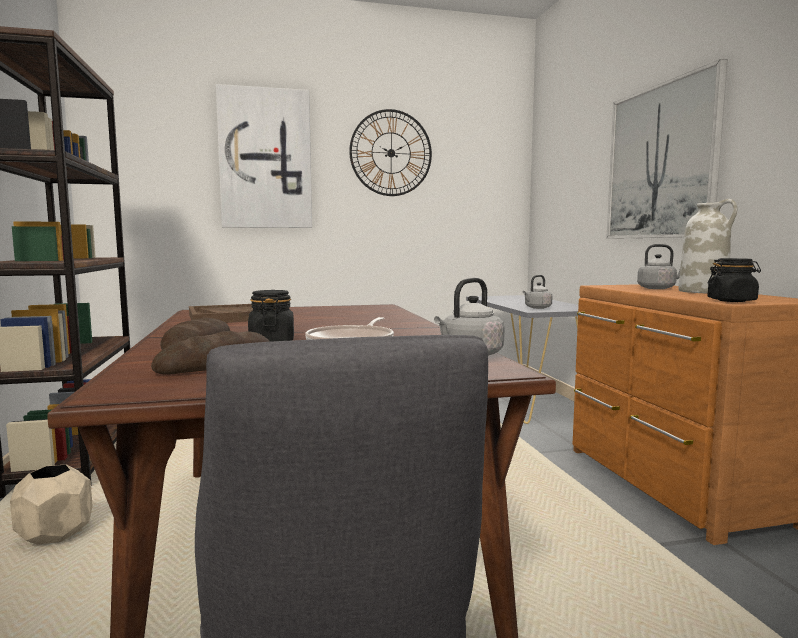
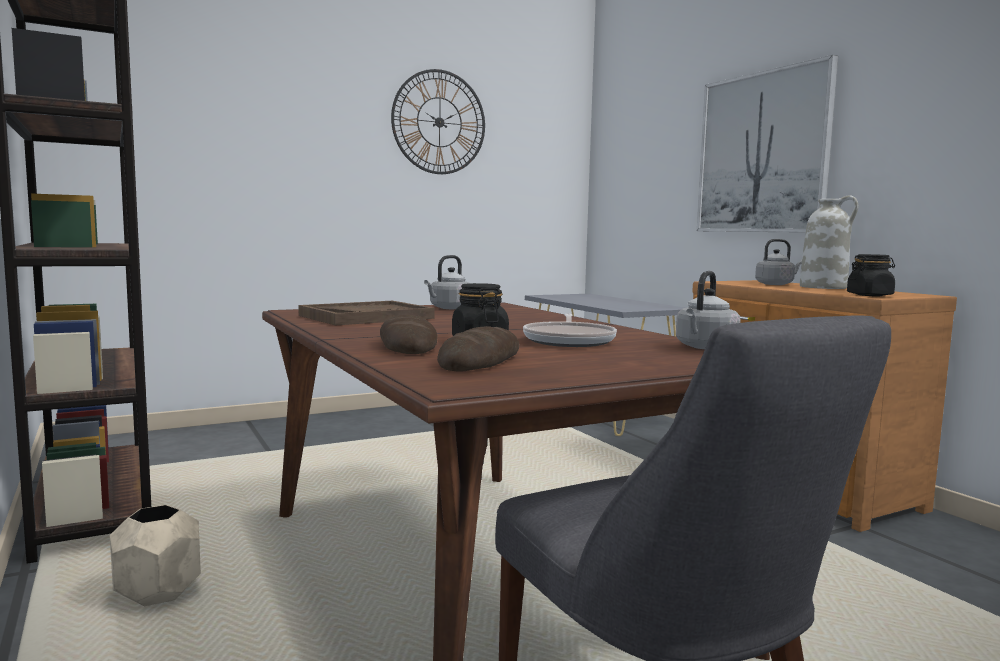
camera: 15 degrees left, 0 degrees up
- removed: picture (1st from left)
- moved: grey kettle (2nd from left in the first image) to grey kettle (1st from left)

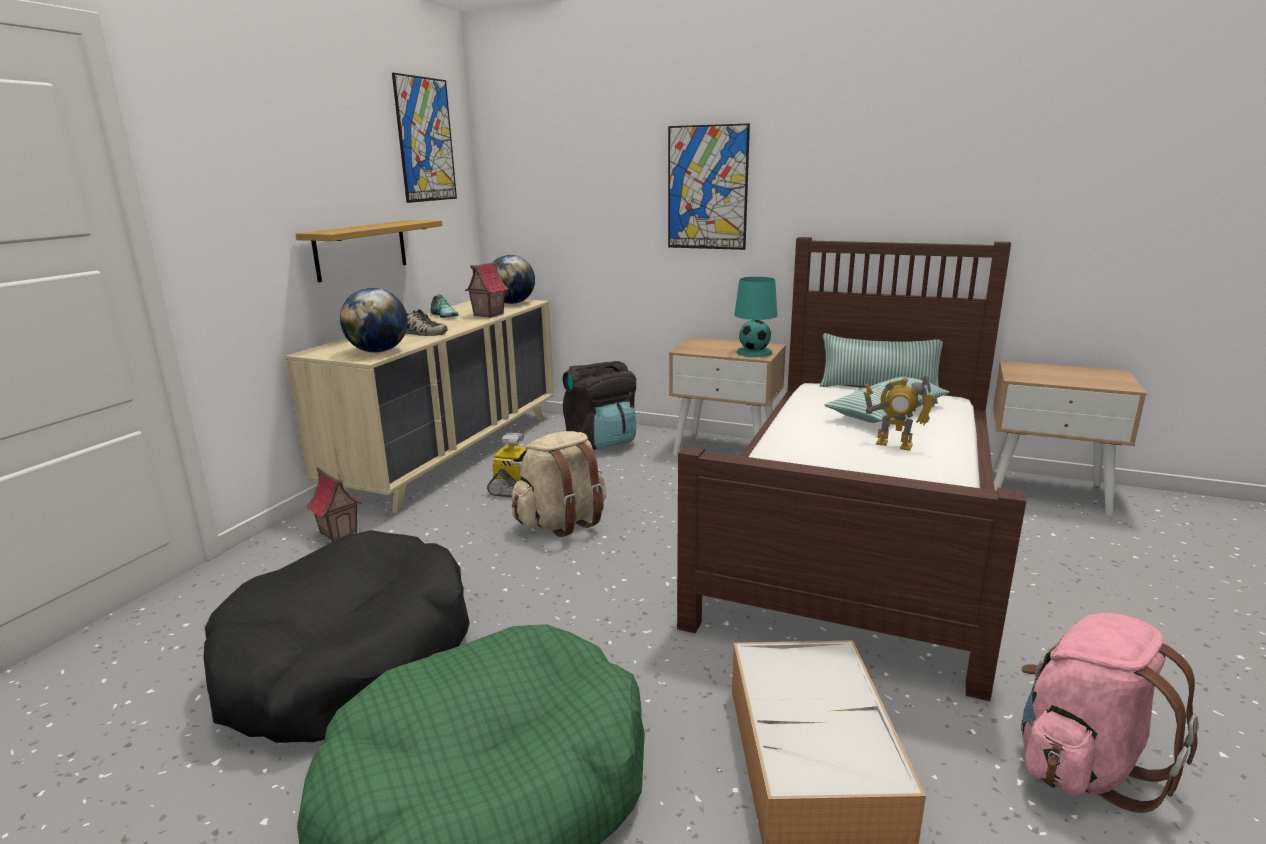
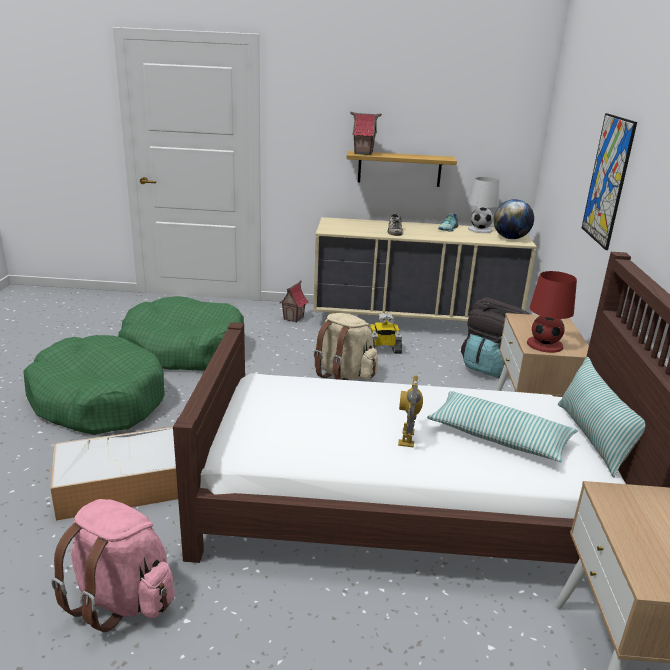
camera: 70 degrees right, 5 degrees up
- removed: picture (1st from left)
- moved: miniature house (2nd from left)
- recoloured: turquoise-coloured lamp for a table to red-coloured lamp for a table
- removed: desk globe (1st from left)
- recoloured: black pet bed to green-coloured pet bed (2nd from left)
- added: white lamp for a table

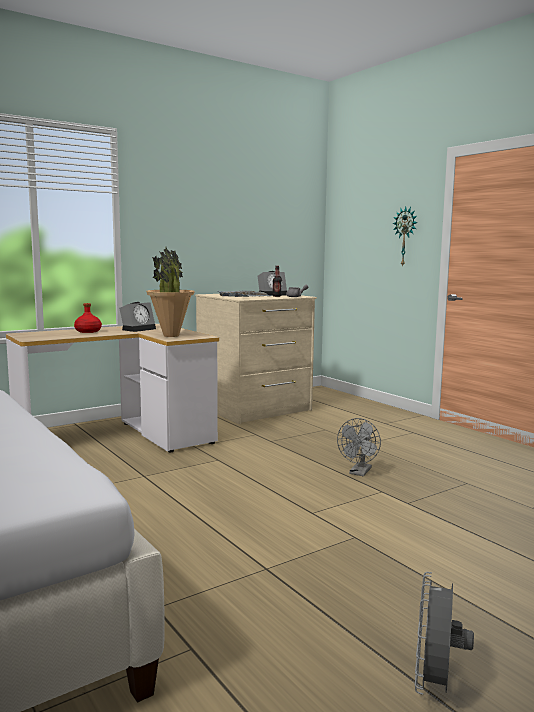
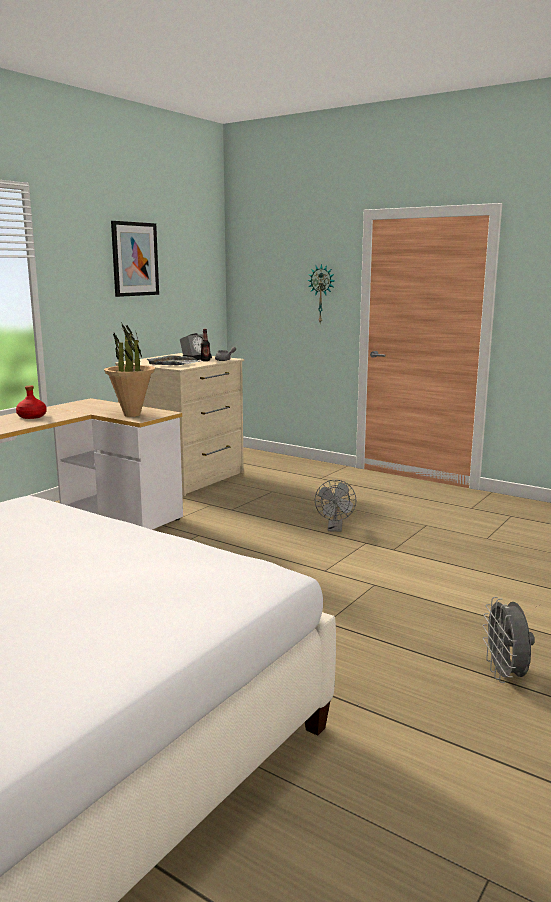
camera: 20 degrees left, 5 degrees up
- removed: table clock (1st from left)
- added: picture

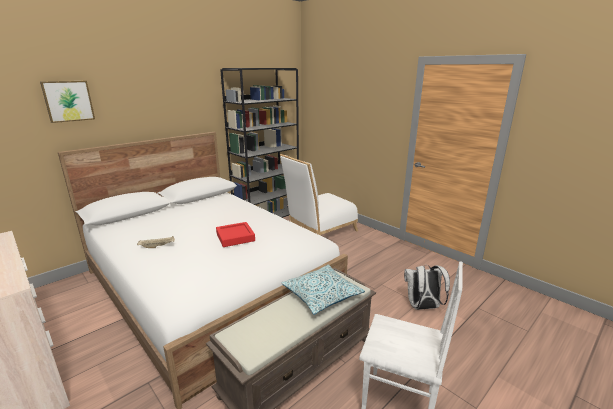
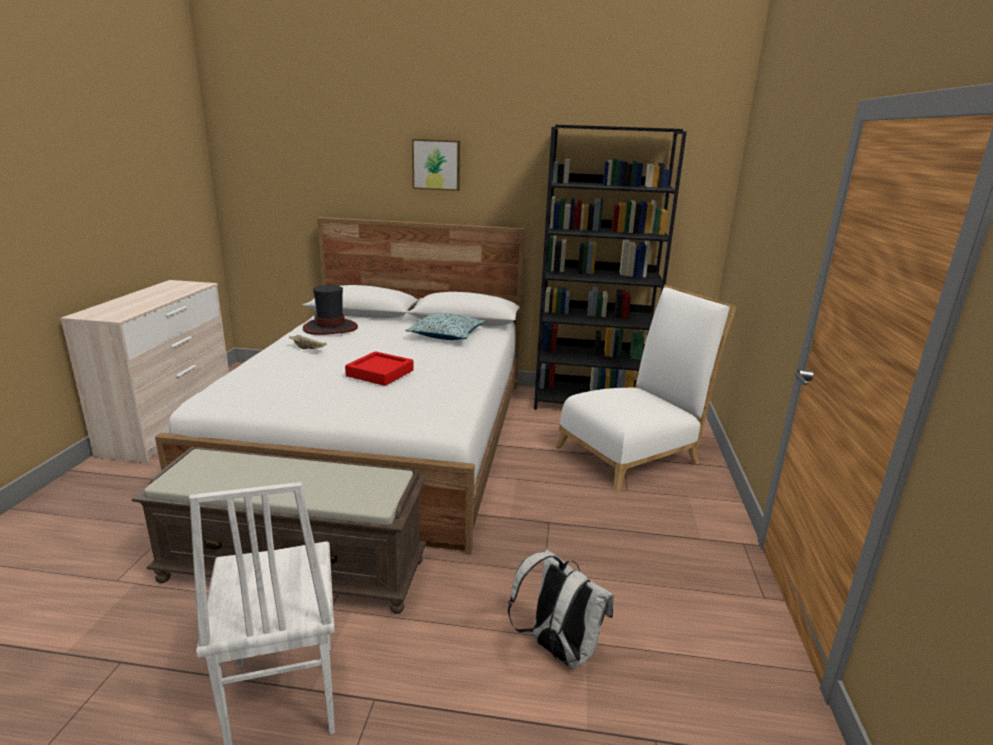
camera: 50 degrees right, 0 degrees up
- moved: picture
- turned: white upright chair (1st from left in the first image) 135 degrees clockwise
- moved: pillow
- added: hat

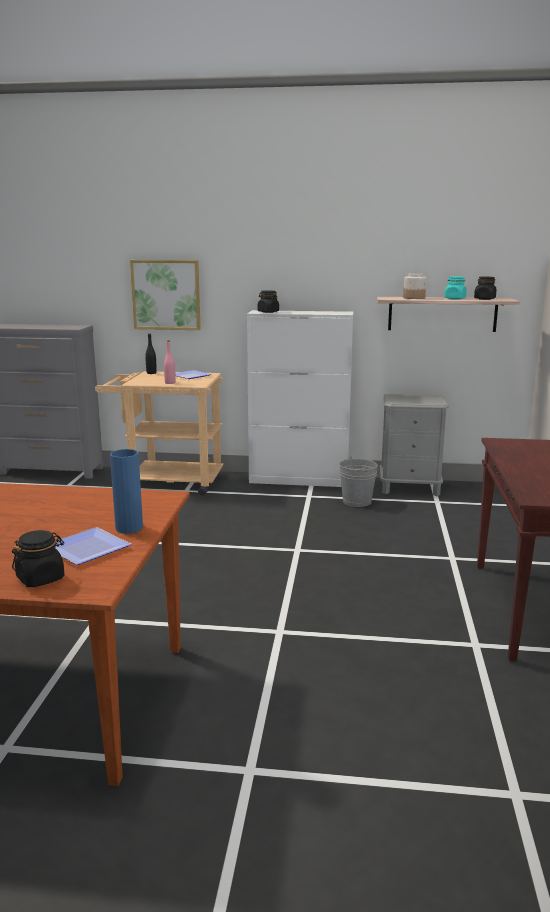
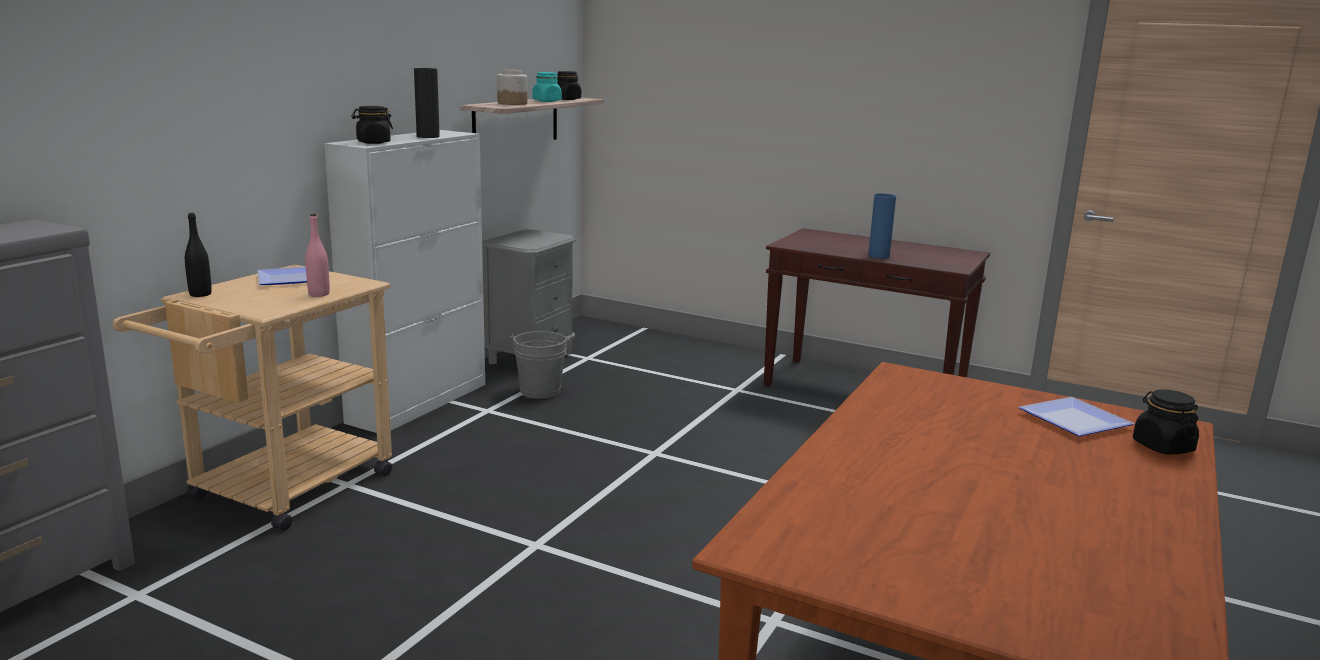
camera: 70 degrees left, 0 degrees up
- removed: picture
- moved: blue flower vase
- added: black flower vase

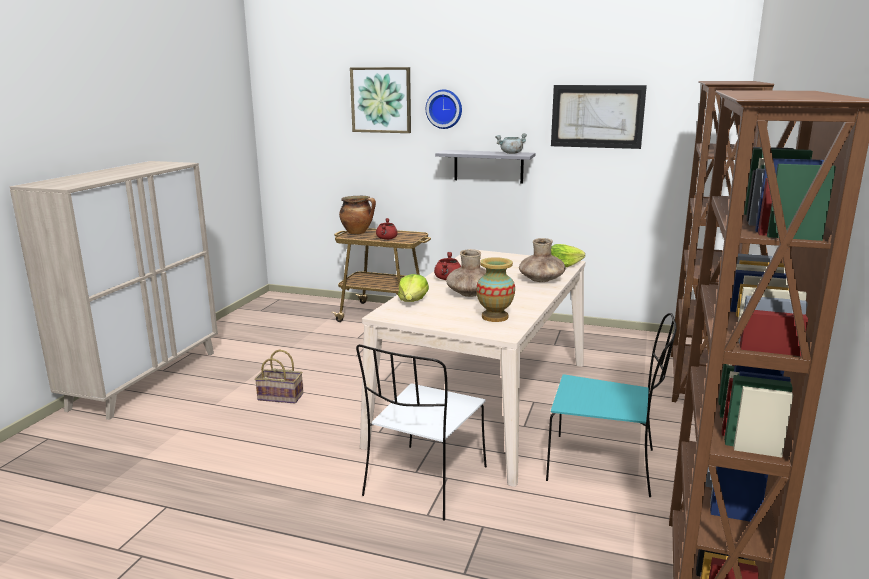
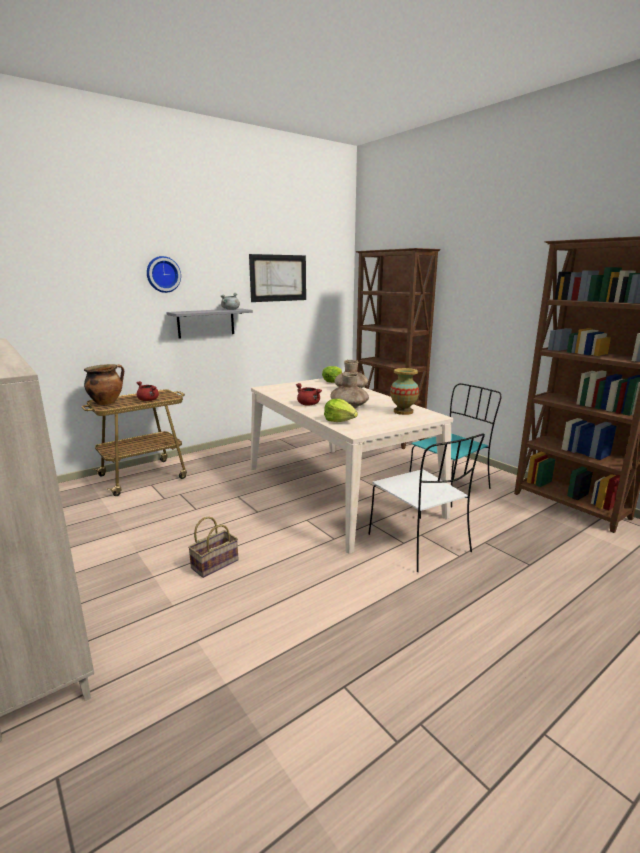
camera: 55 degrees left, 0 degrees up
- removed: picture (1st from left)

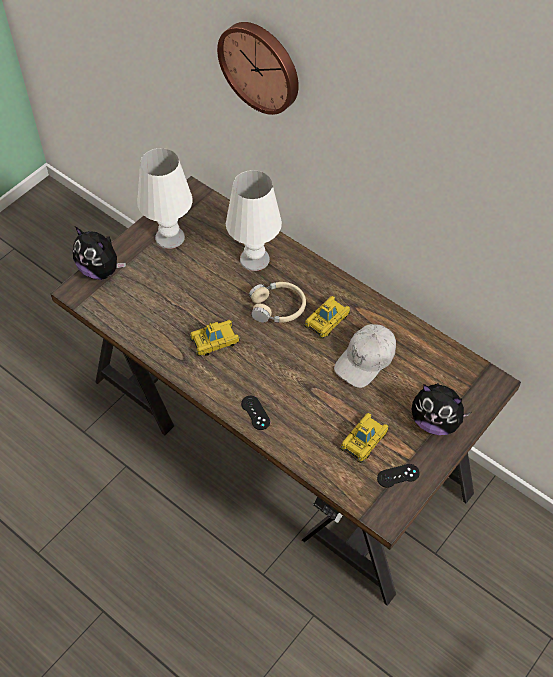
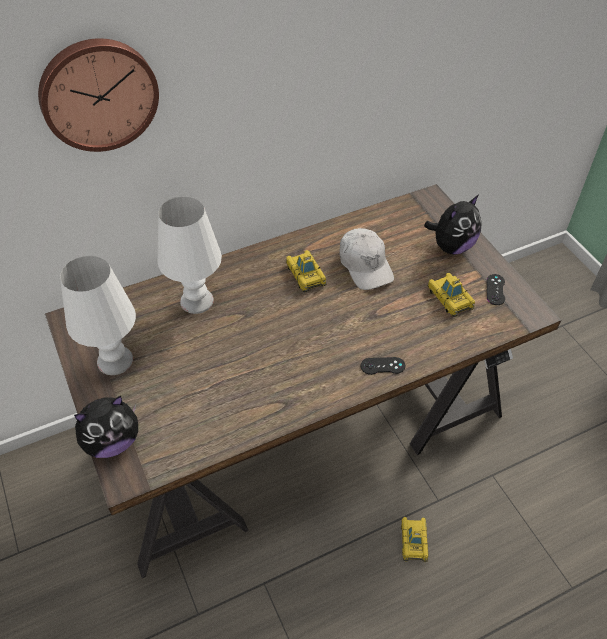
camera: 65 degrees left, 5 degrees down
- removed: beige headset
- moved: miniature car (1st from left in the first image) to miniature car (2nd from left)

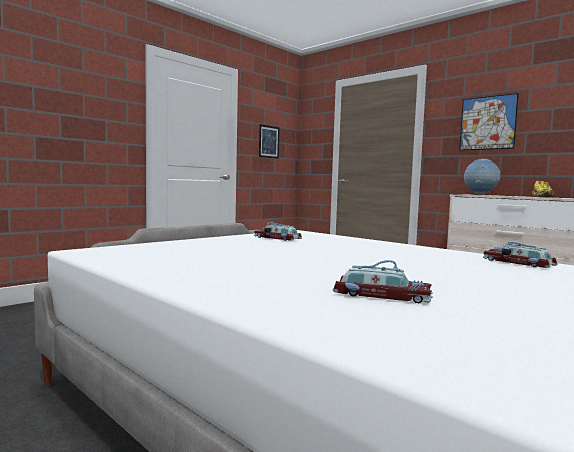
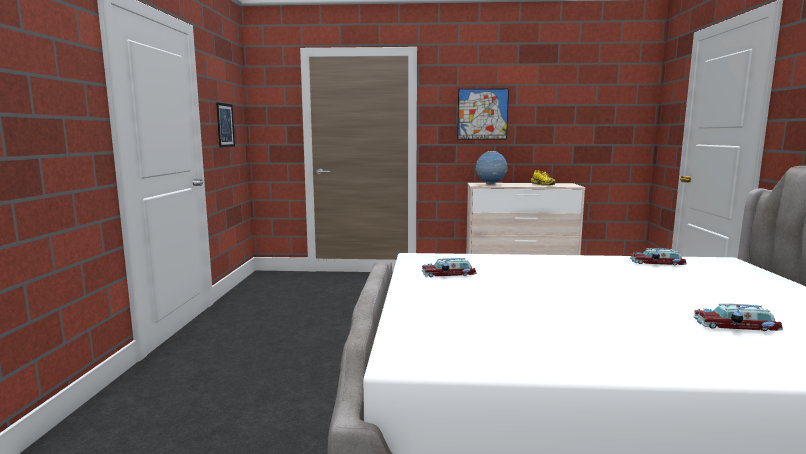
camera: 40 degrees left, 5 degrees up
- turned: miniature car (2nd from left in the first image) 150 degrees counterclockwise

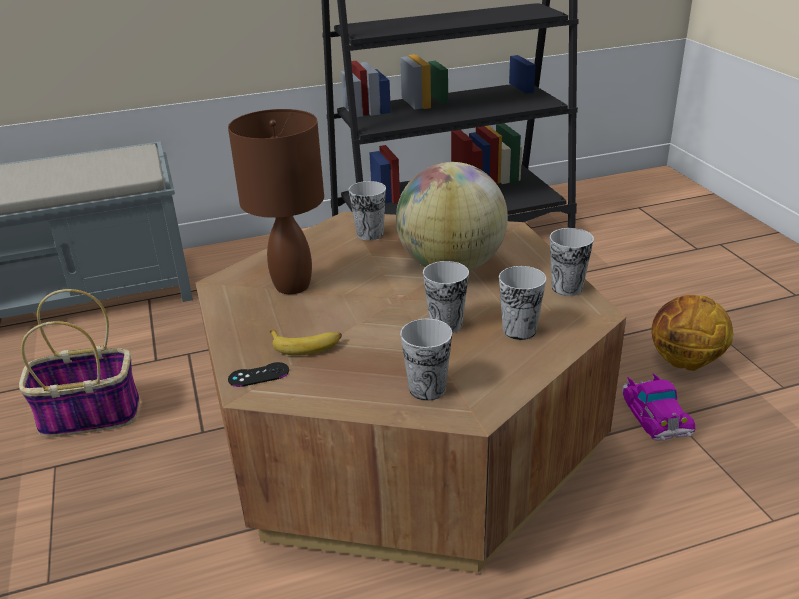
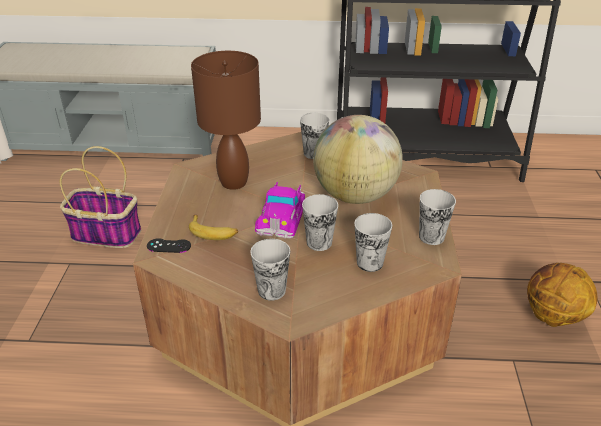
camera: 20 degrees right, 5 degrees up
- moved: miniature car

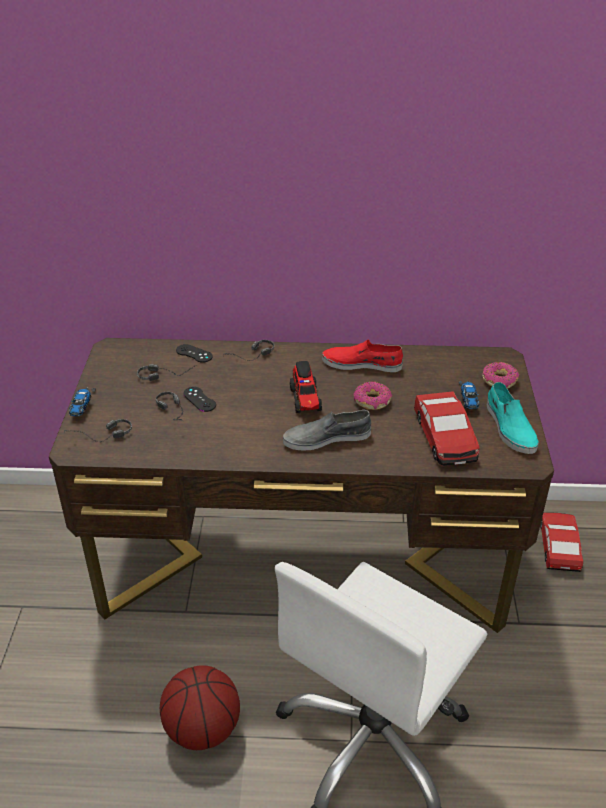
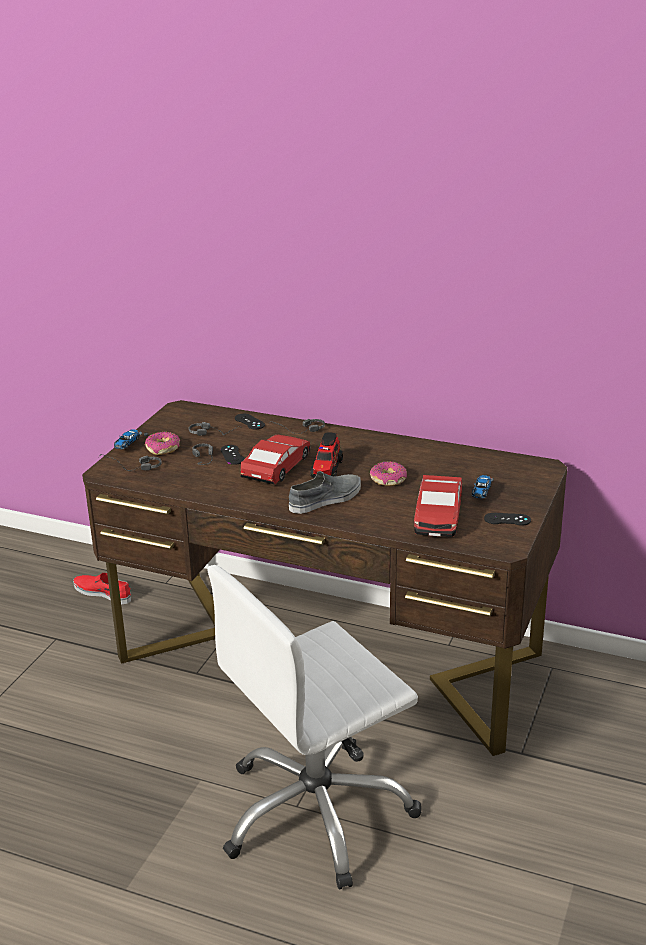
camera: 20 degrees right, 10 degrees down
- moved: red-coloured low shoe
- moved: doughnut (2nd from left in the first image) to doughnut (1st from left)
- replaced: turquoise-coloured low shoe to black gamepad (3rd from left)
- turned: grey low shoe 135 degrees clockwise
- moved: miniature car (4th from left in the first image) to miniature car (2nd from left)
- removed: ball for basketball

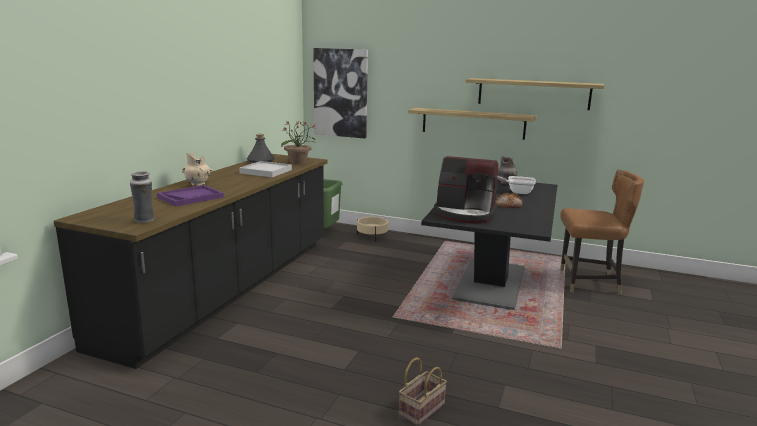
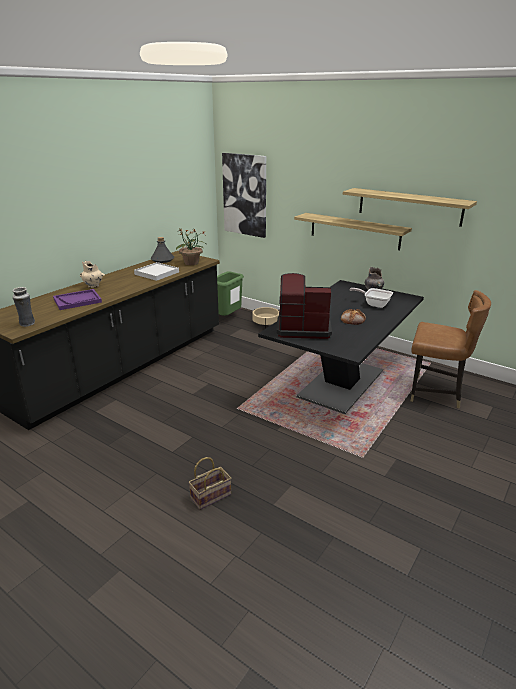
camera: 15 degrees right, 10 degrees up
- turned: coffee maker 150 degrees clockwise

